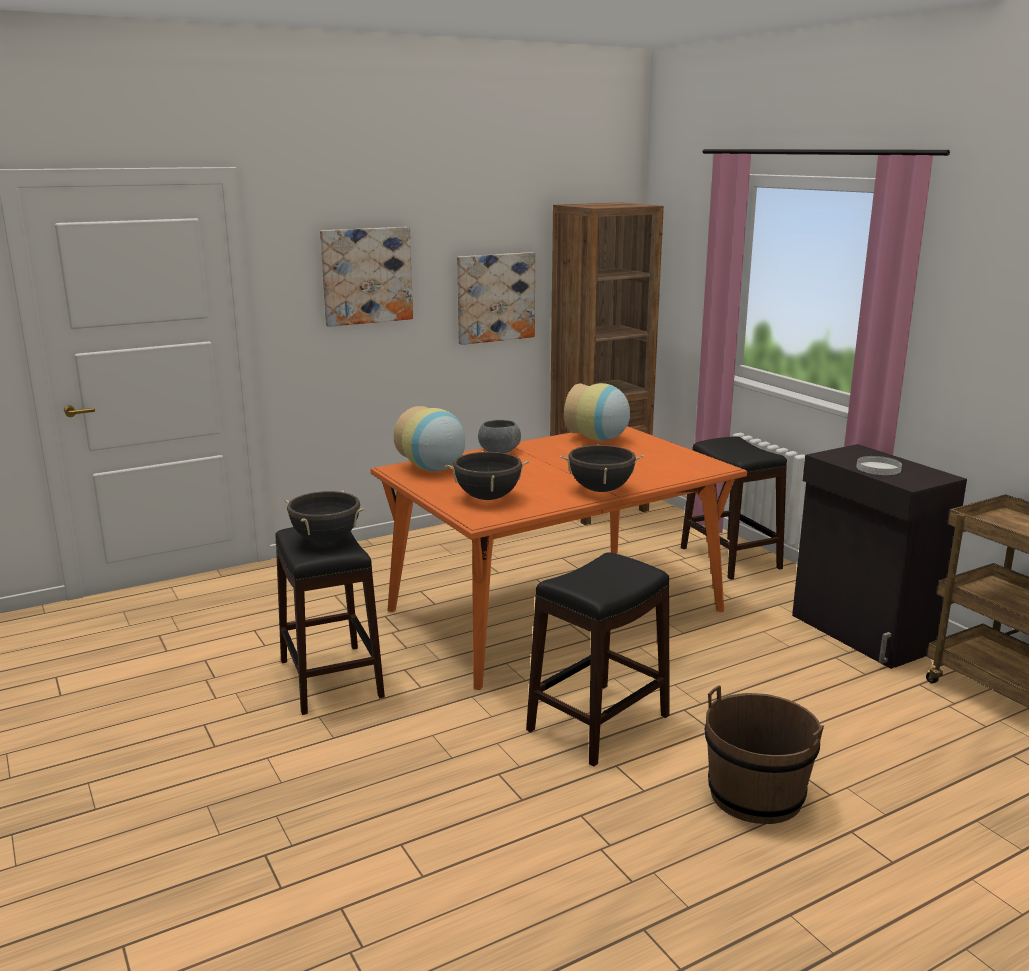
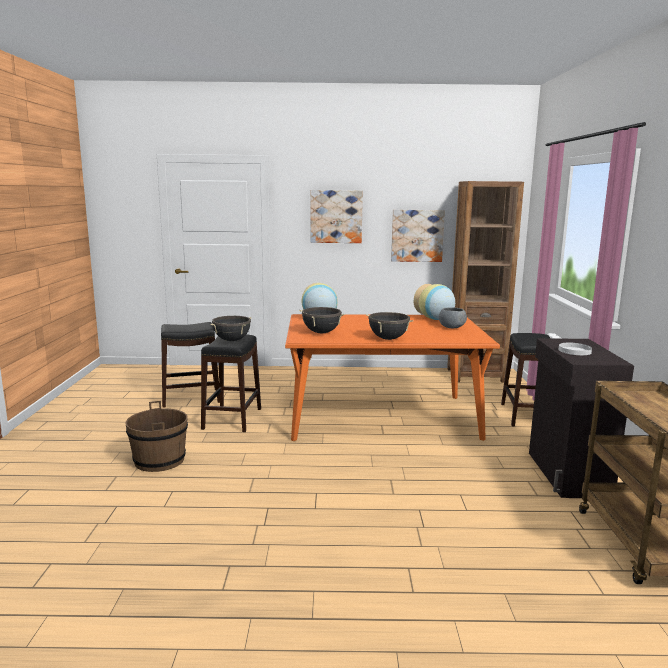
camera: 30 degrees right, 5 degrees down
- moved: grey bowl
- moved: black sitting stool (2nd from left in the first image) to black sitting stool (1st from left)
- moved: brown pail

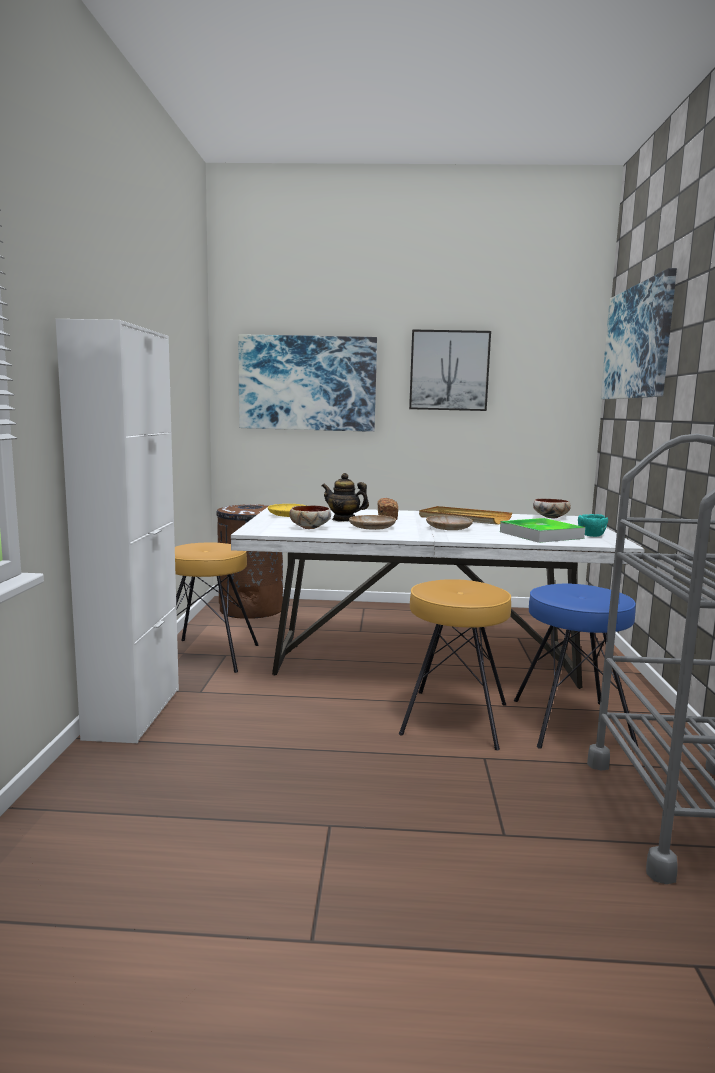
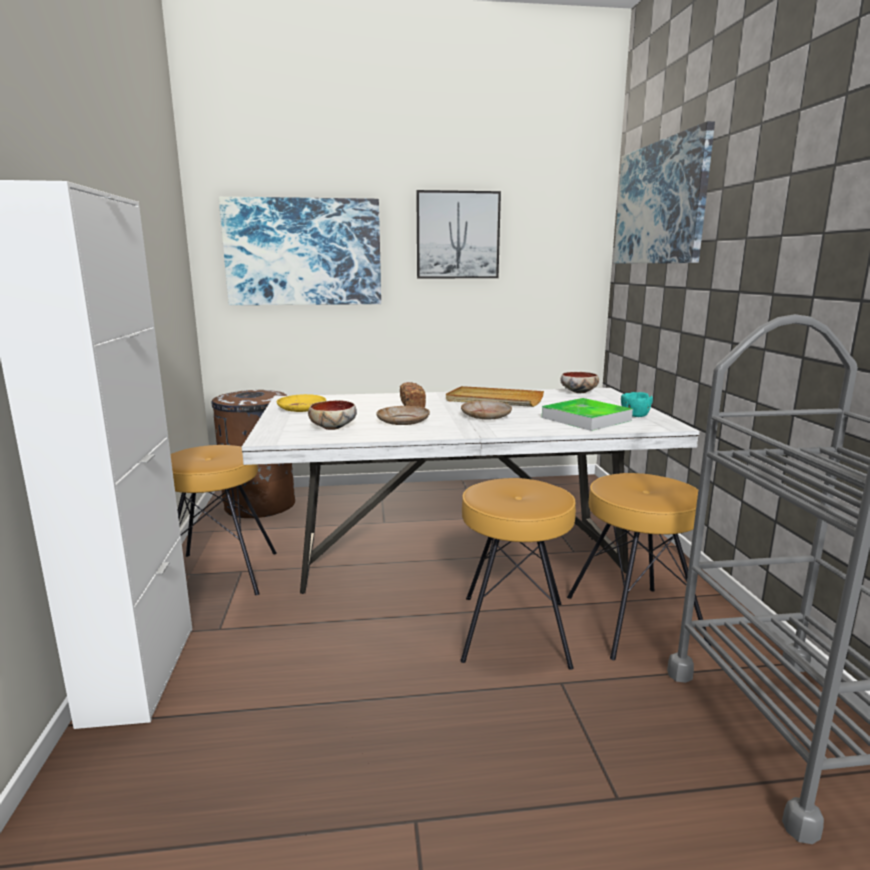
camera: 10 degrees left, 5 degrees up
- removed: teapot
- recoloured: blue sitting stool to brown sitting stool (3rd from left)

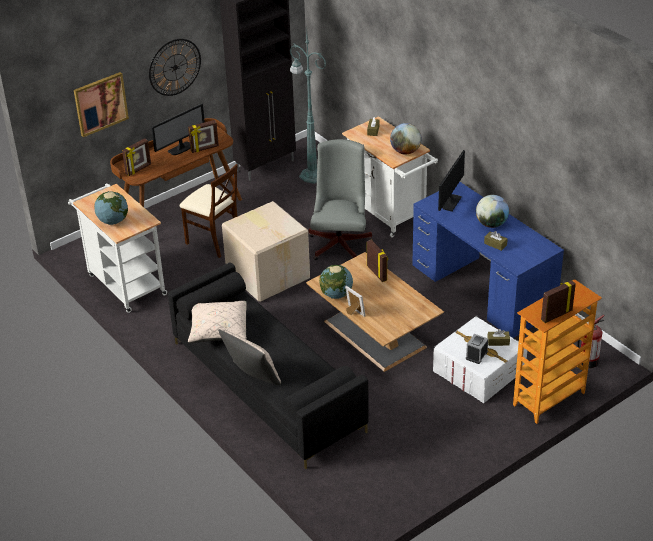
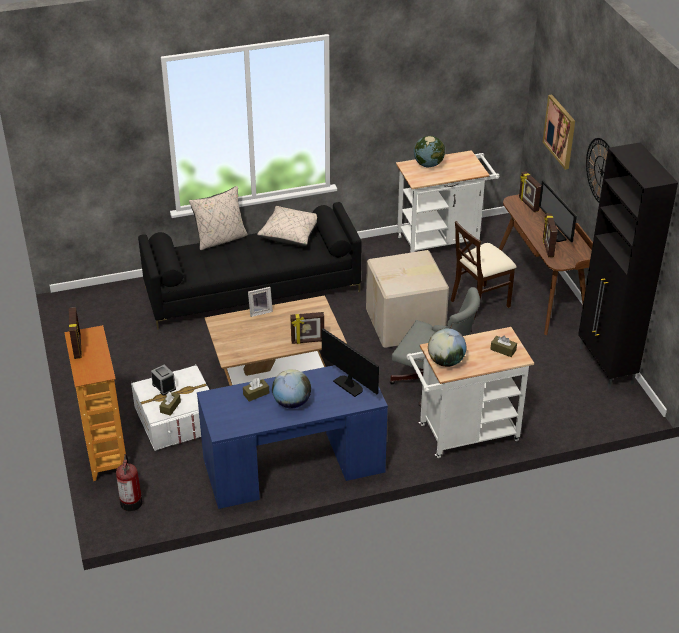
camera: 110 degrees right, 0 degrees up
- removed: green-coloured floor lamp
- removed: desk globe (2nd from left)

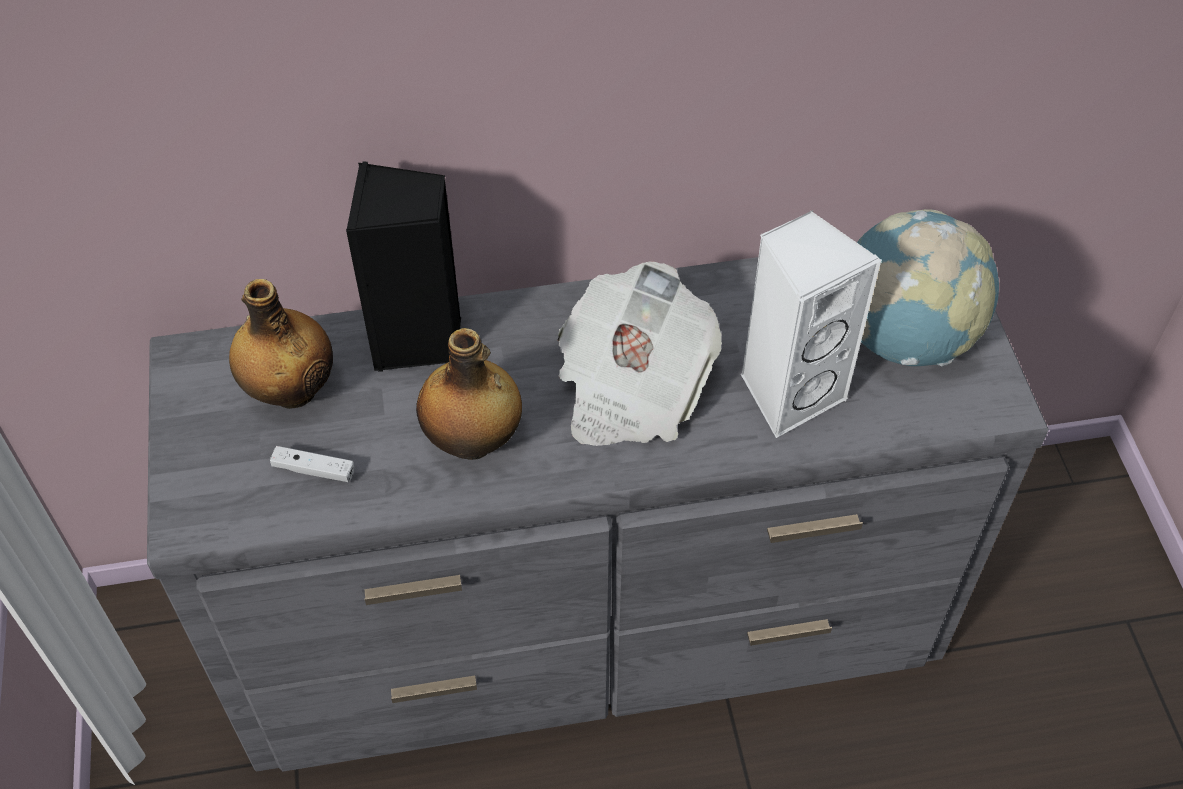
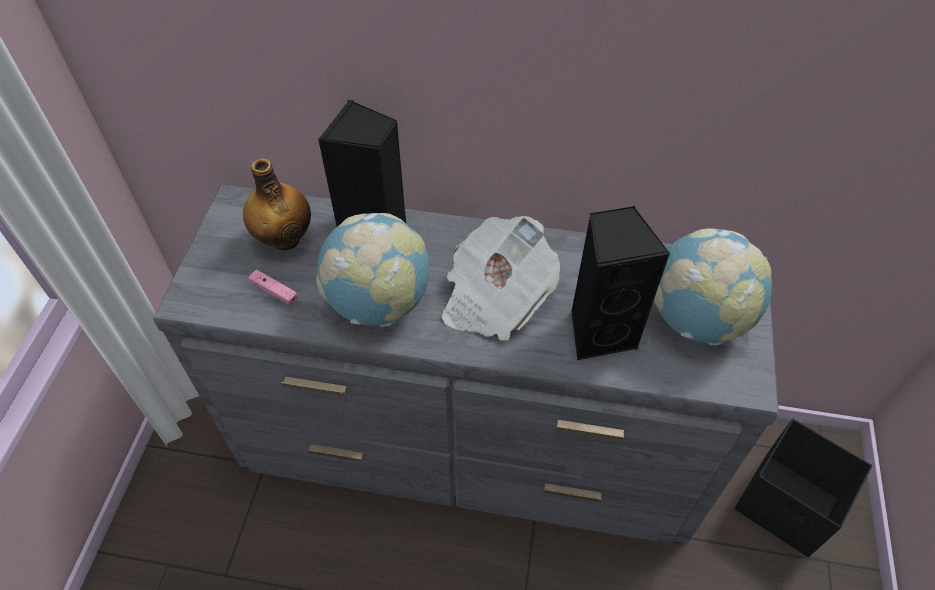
camera: 20 degrees right, 0 degrees up
- recoloured: white speaker to black speaker (2nd from left)
- replaced: bottle (2nd from left) to desk globe (1st from left)
- recoloured: white gamepad to pinkish gamepad
- added: black storage container

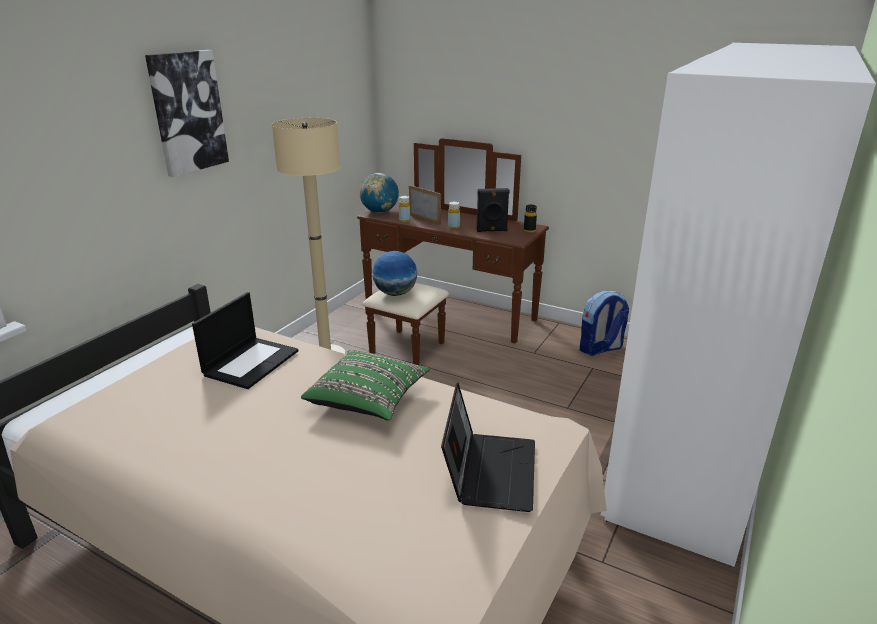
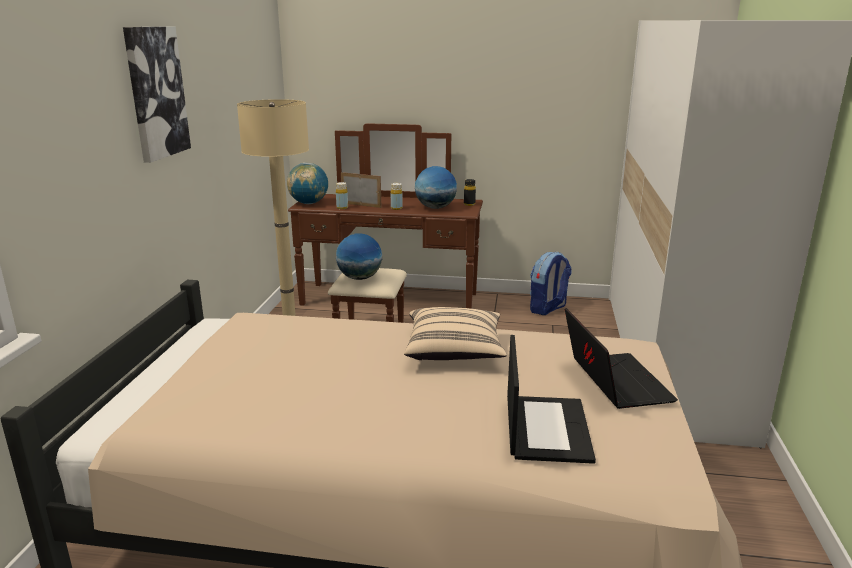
camera: 20 degrees left, 5 degrees down
- replaced: black speaker to desk globe (3rd from left)
- moved: portable computer (1st from left)
- recoloured: green-coloured pillow to beige pillow

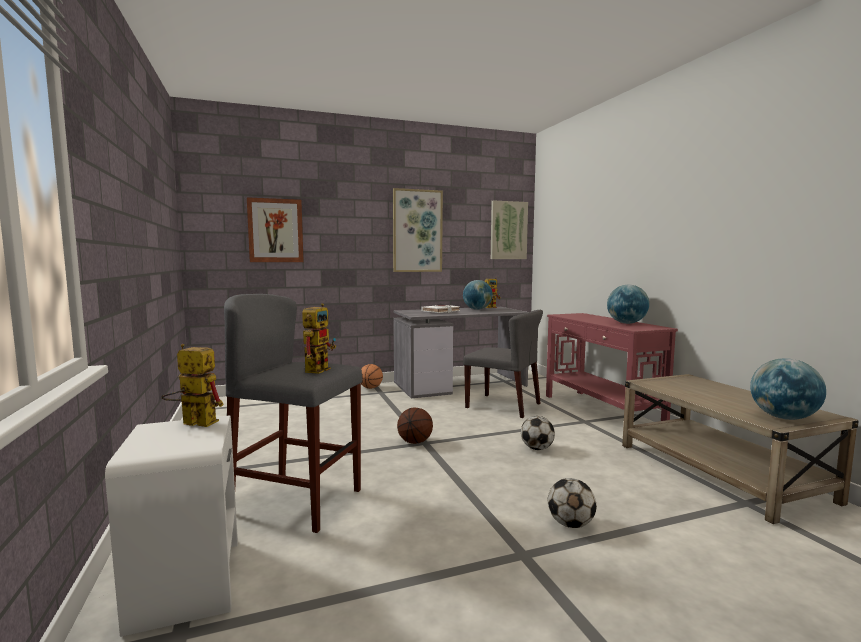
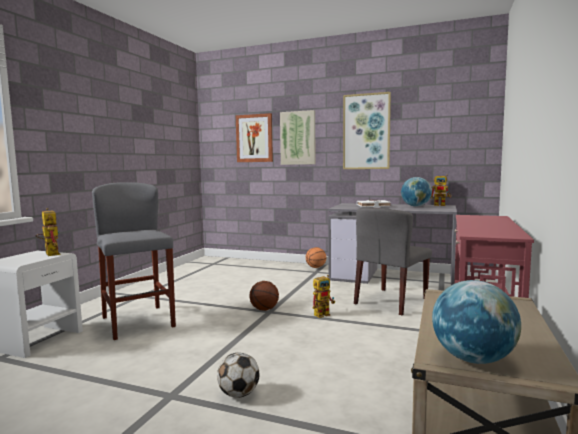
camera: 40 degrees right, 0 degrees up
- moved: picture (3rd from left in the first image) to picture (2nd from left)
- removed: desk globe (2nd from left)
- moved: toy robot (2nd from left)
- turned: grey upright chair 60 degrees clockwise
- removed: football ball (1st from left)

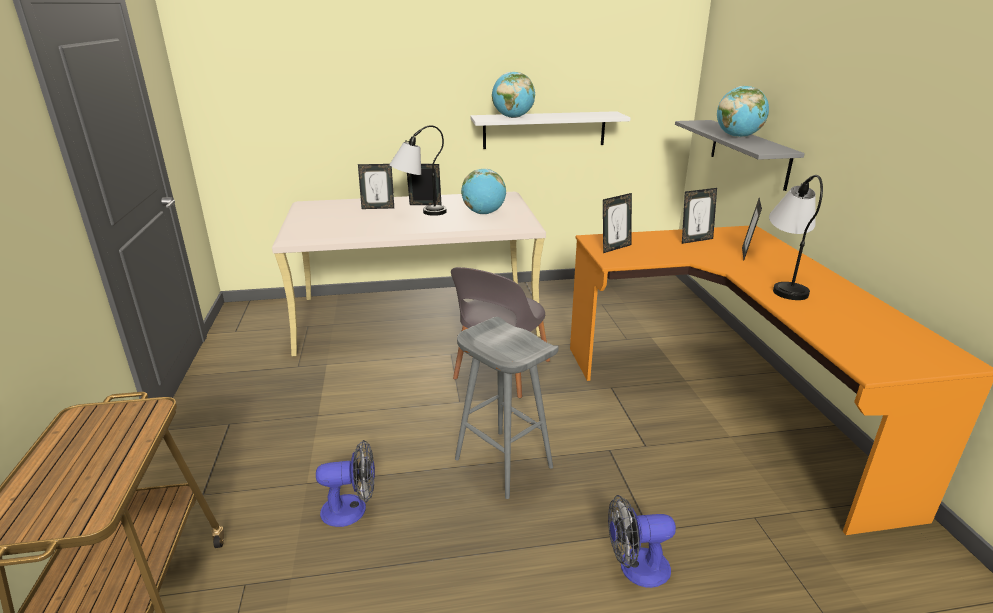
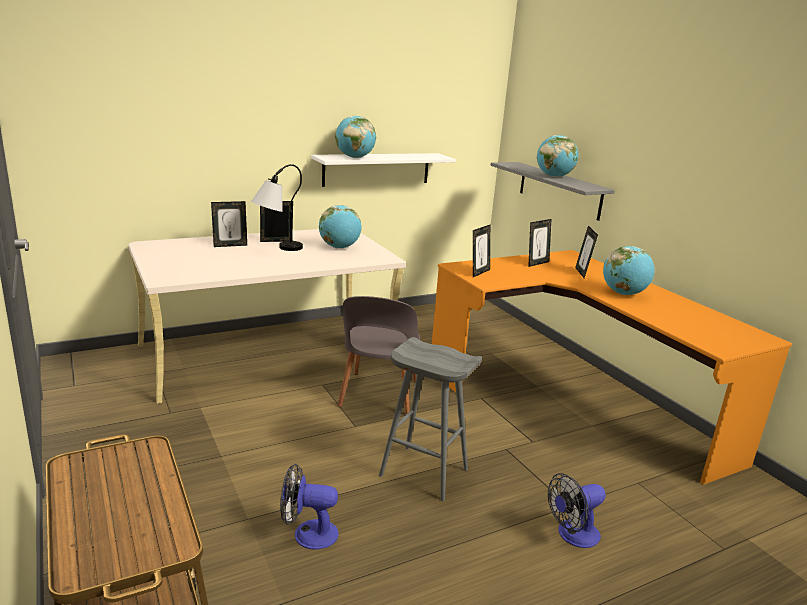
camera: 20 degrees left, 5 degrees down
- replaced: lamp for a table (2nd from left) to desk globe (4th from left)
- turned: cooling fan (1st from left) 150 degrees counterclockwise

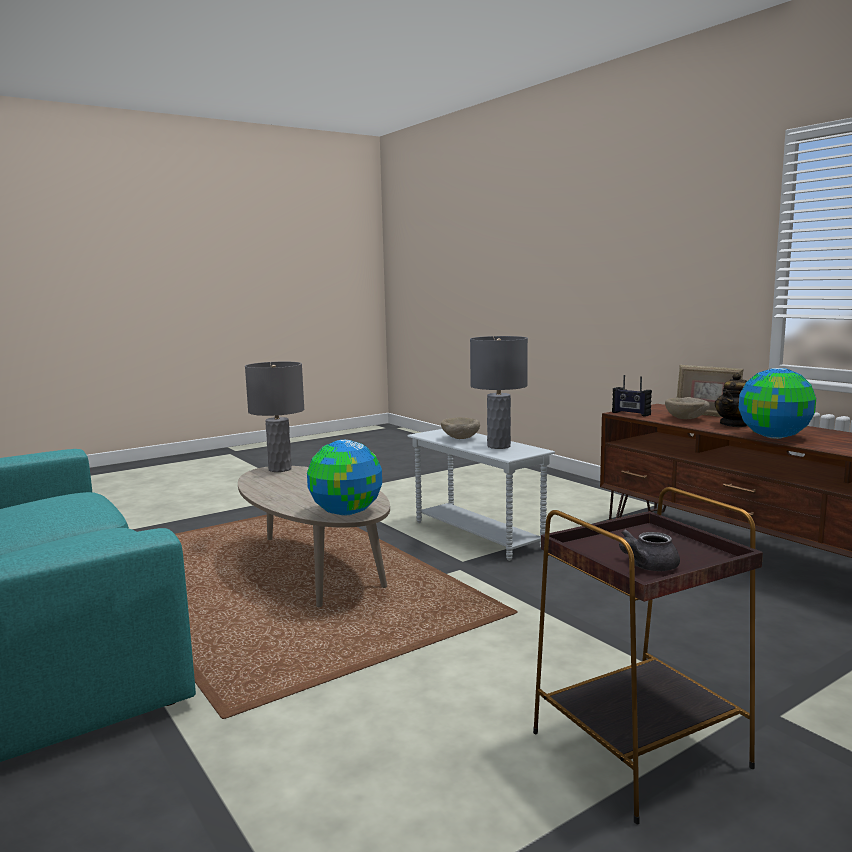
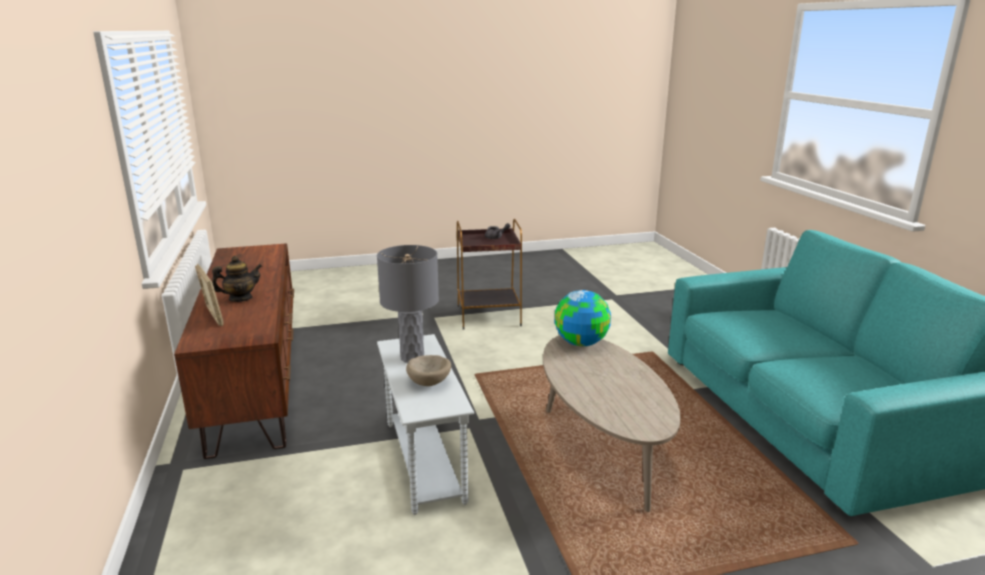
camera: 160 degrees left, 10 degrees up
- removed: grey lamp for a table (1st from left)
- removed: desk globe (2nd from left)
- removed: radio
- removed: beige bowl (2nd from left)

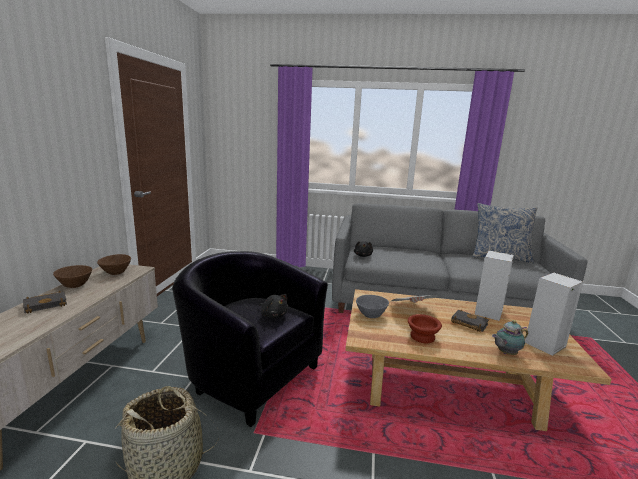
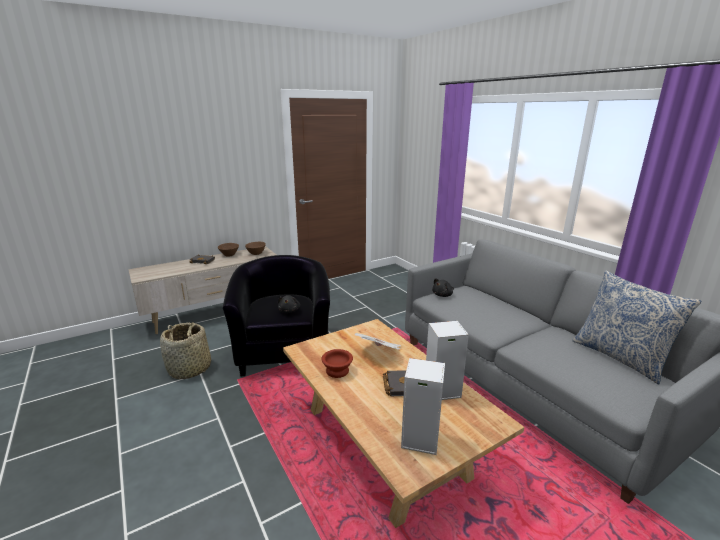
camera: 50 degrees right, 5 degrees up
- removed: grey bowl
- removed: teapot

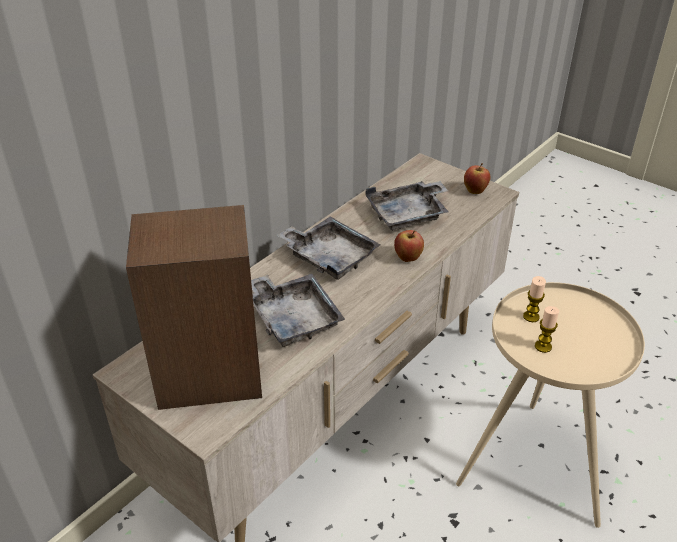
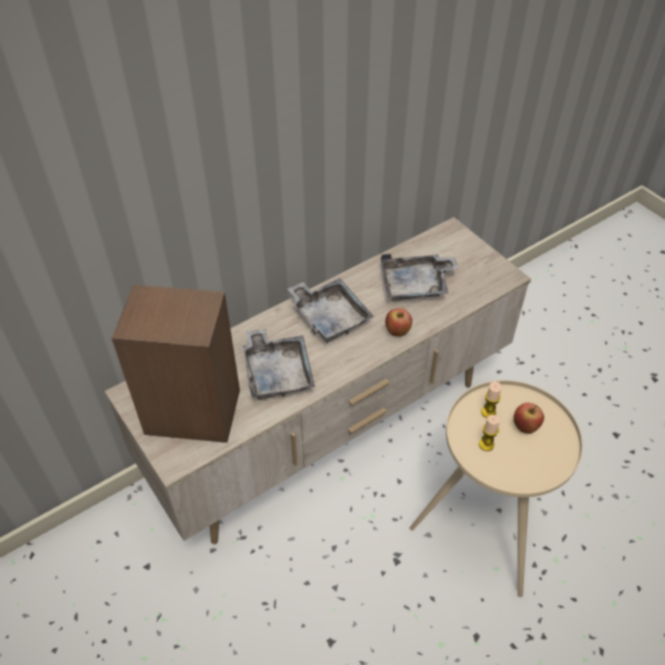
camera: 15 degrees right, 10 degrees up
- moved: apple (2nd from left)

